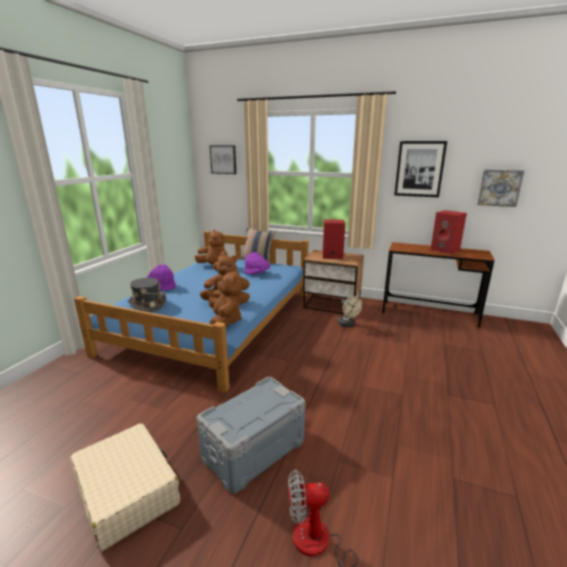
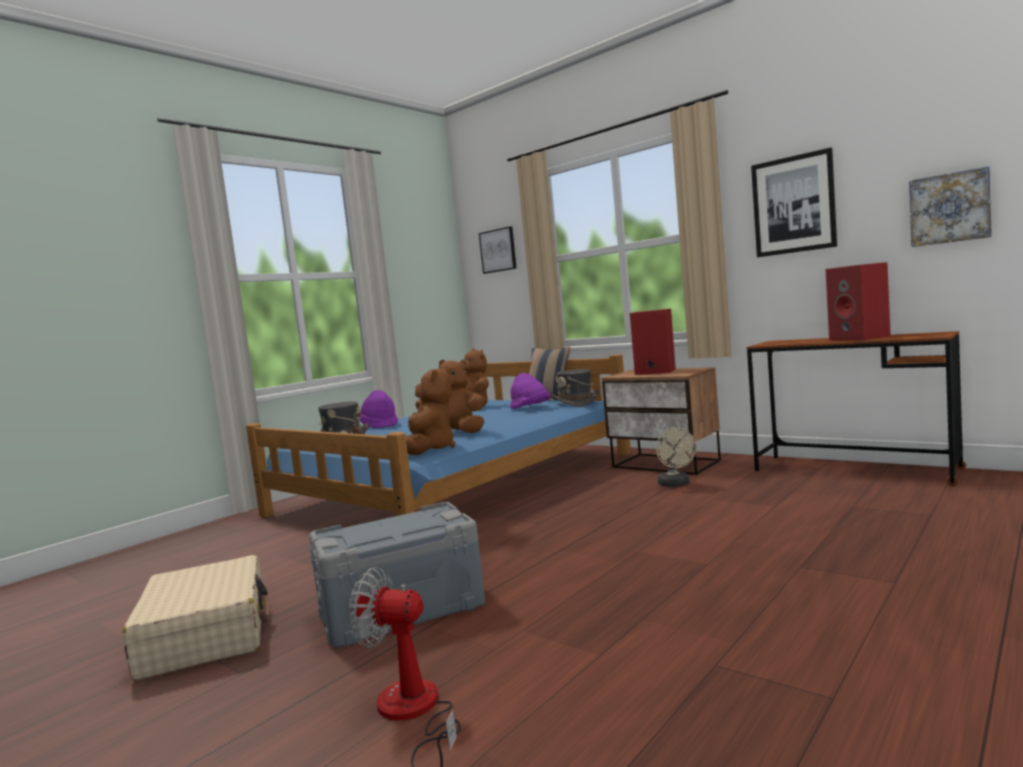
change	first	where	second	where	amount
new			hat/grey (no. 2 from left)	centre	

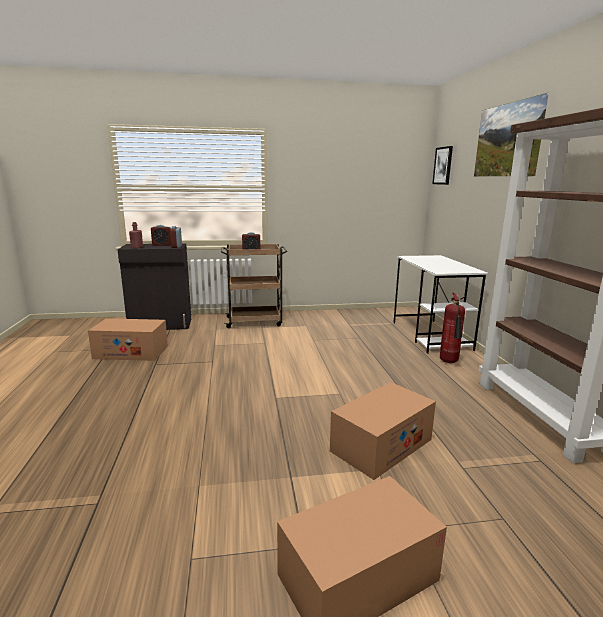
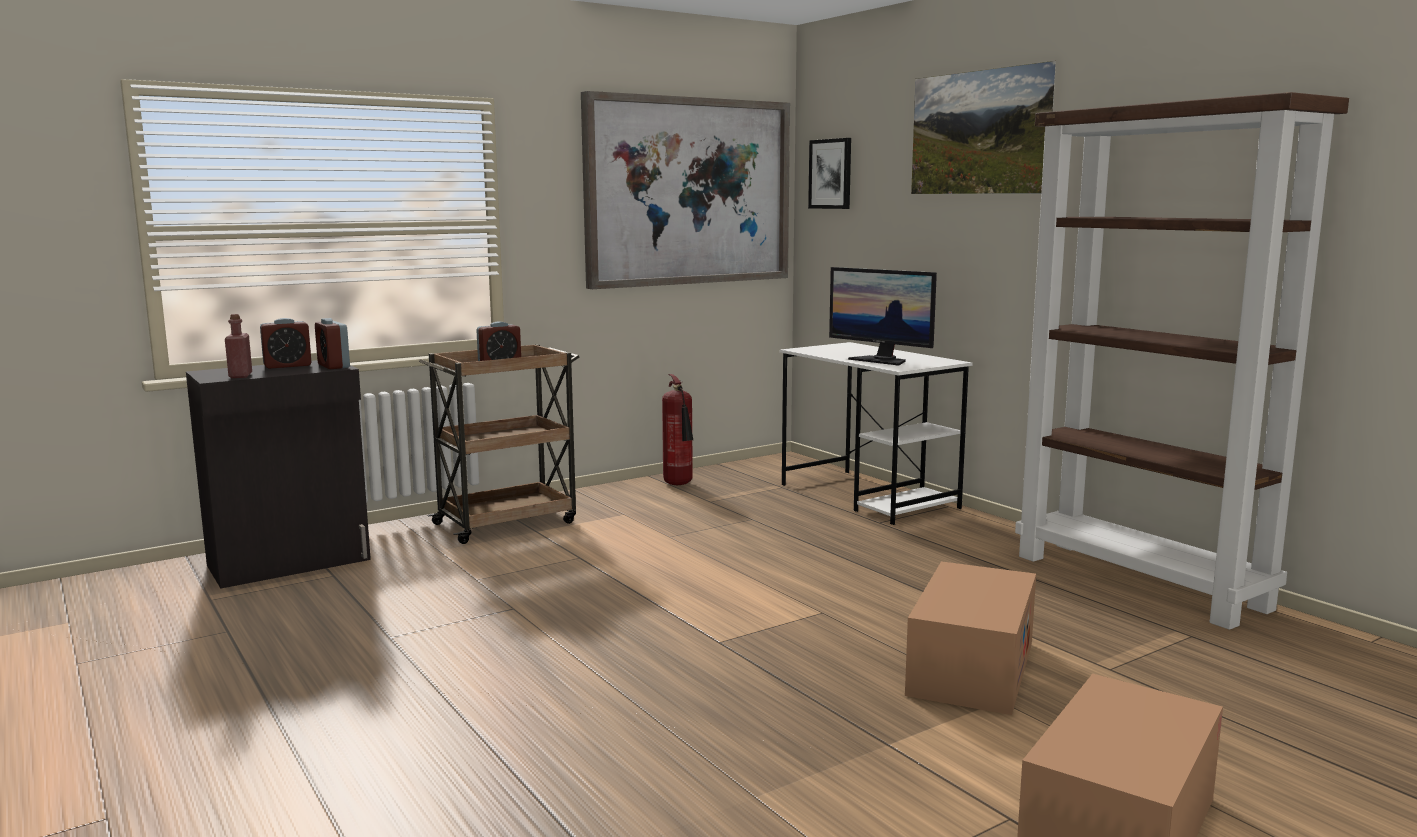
change	first	where	second	where	amount
shifted	fire extinguisher	middle right		centre	
gone	cardboard box (no. 1 from left)	middle left			
new			picture (no. 1 from left)	top centre	
new			monitor	centre	

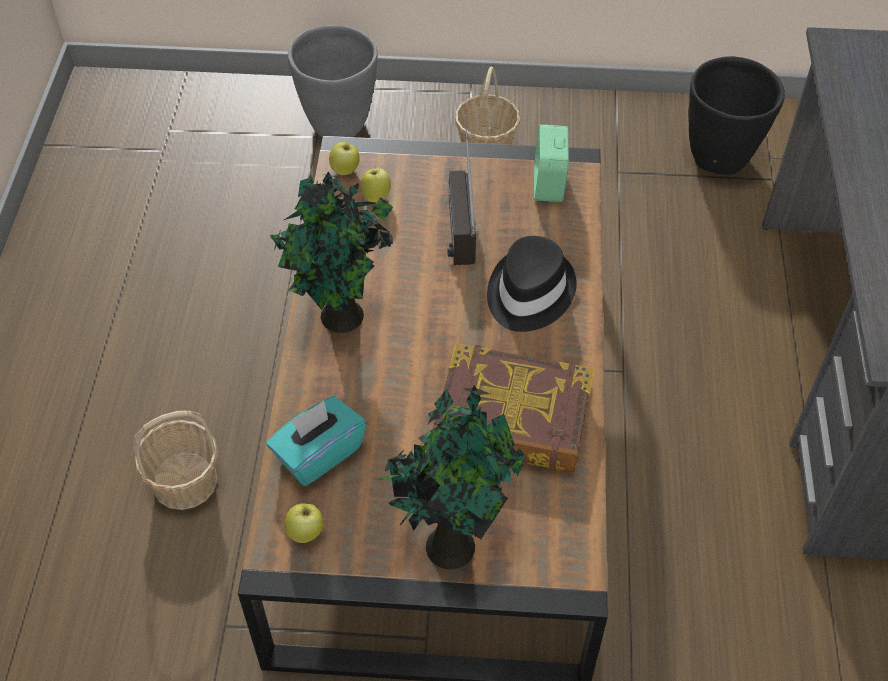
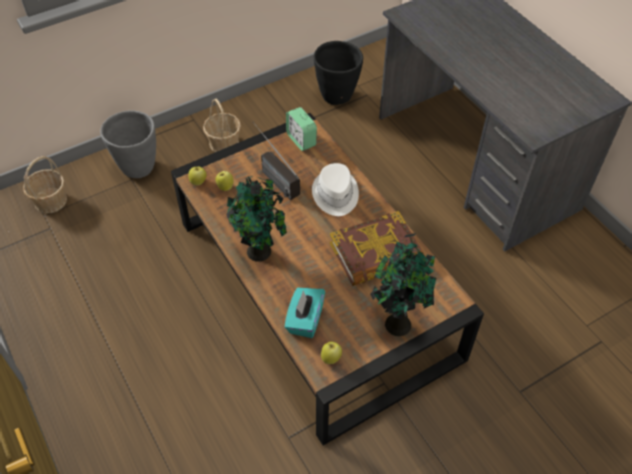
change	first	where	second	where	amount
repainted	hat/black	centre	hat/white	centre	
shifted	basket (no. 1 from left)	bottom left		middle left	

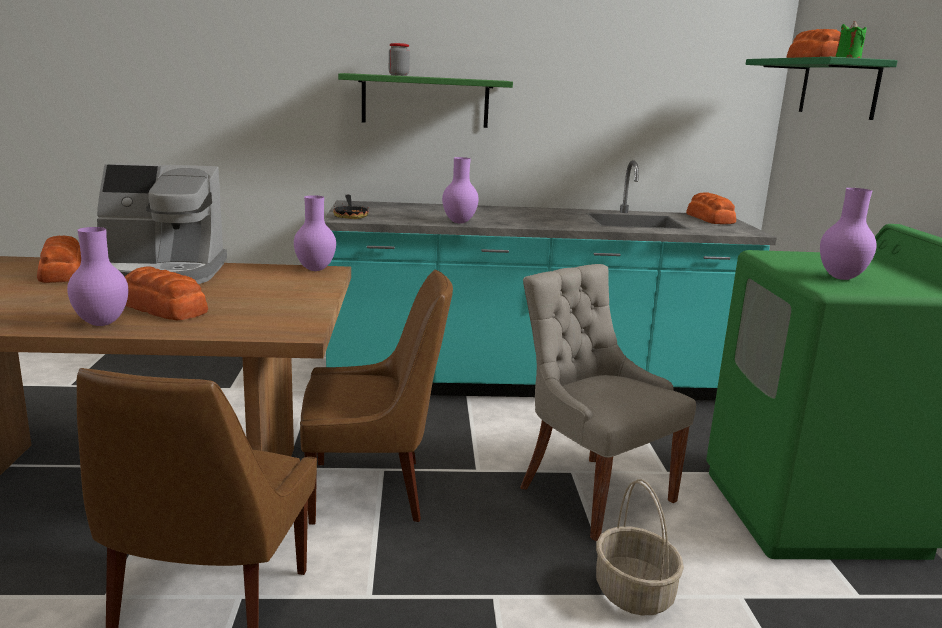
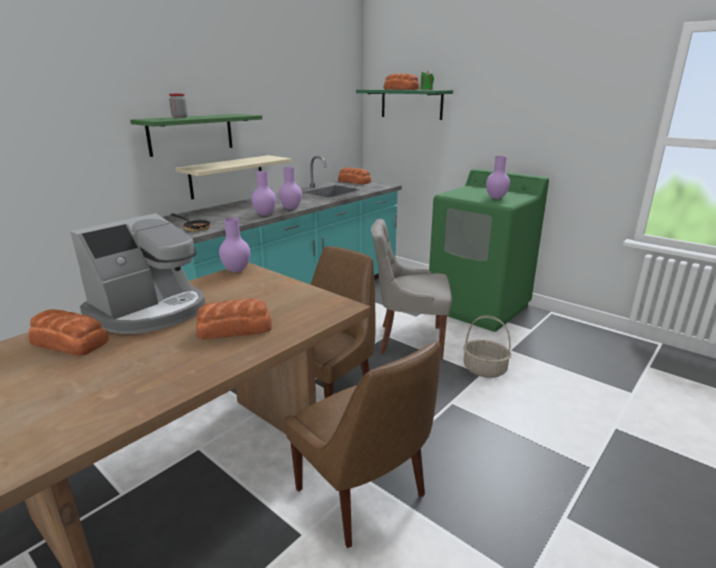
change	first	where	second	where	amount
shifted	vase/purple (no. 1 from left in the first image)	middle left	vase/purple (no. 3 from left)	top centre	
new			shelf/beige	top left	

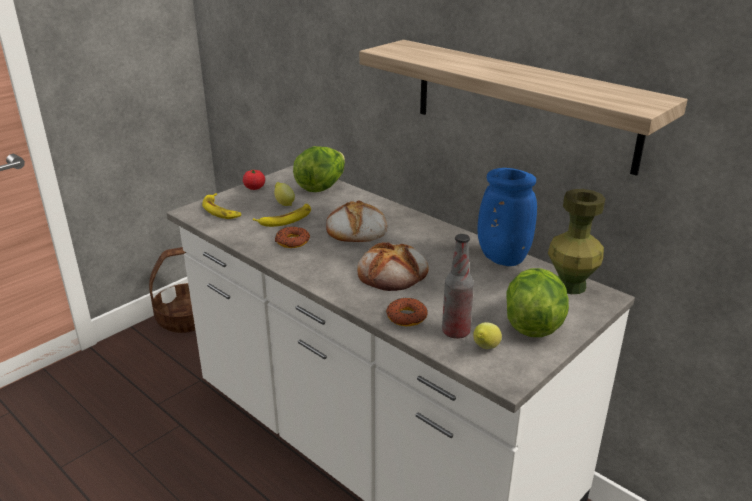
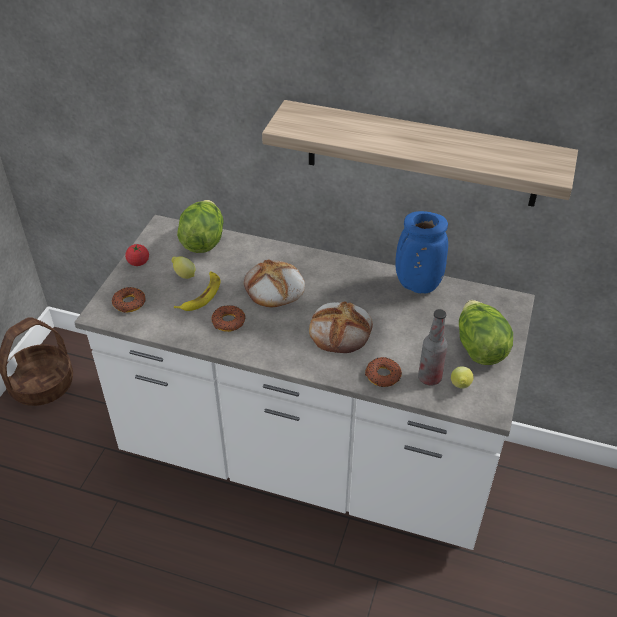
change	first	where	second	where	amount
gone	vase/green	middle right			
swapped	banana (no. 1 from left)	middle left	donut (no. 1 from left)	middle left	

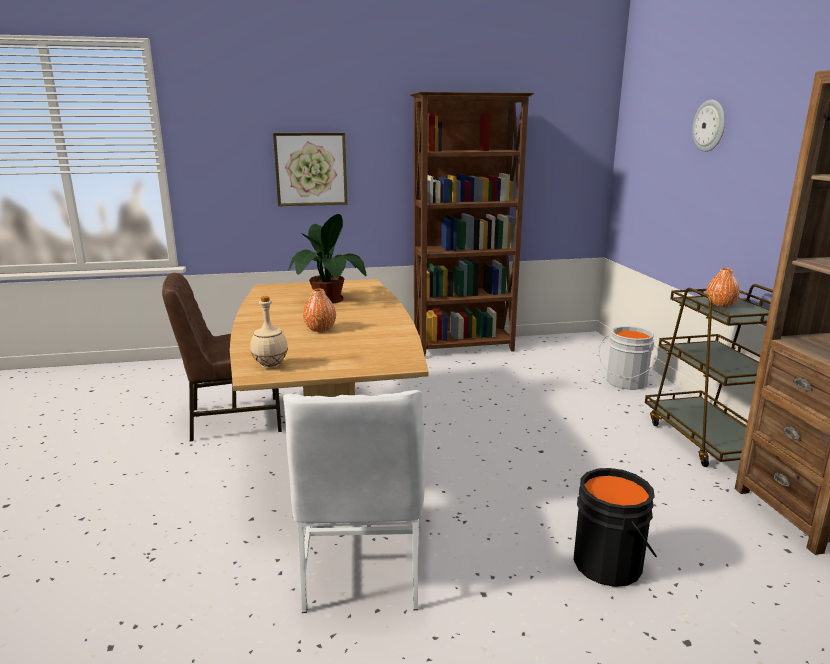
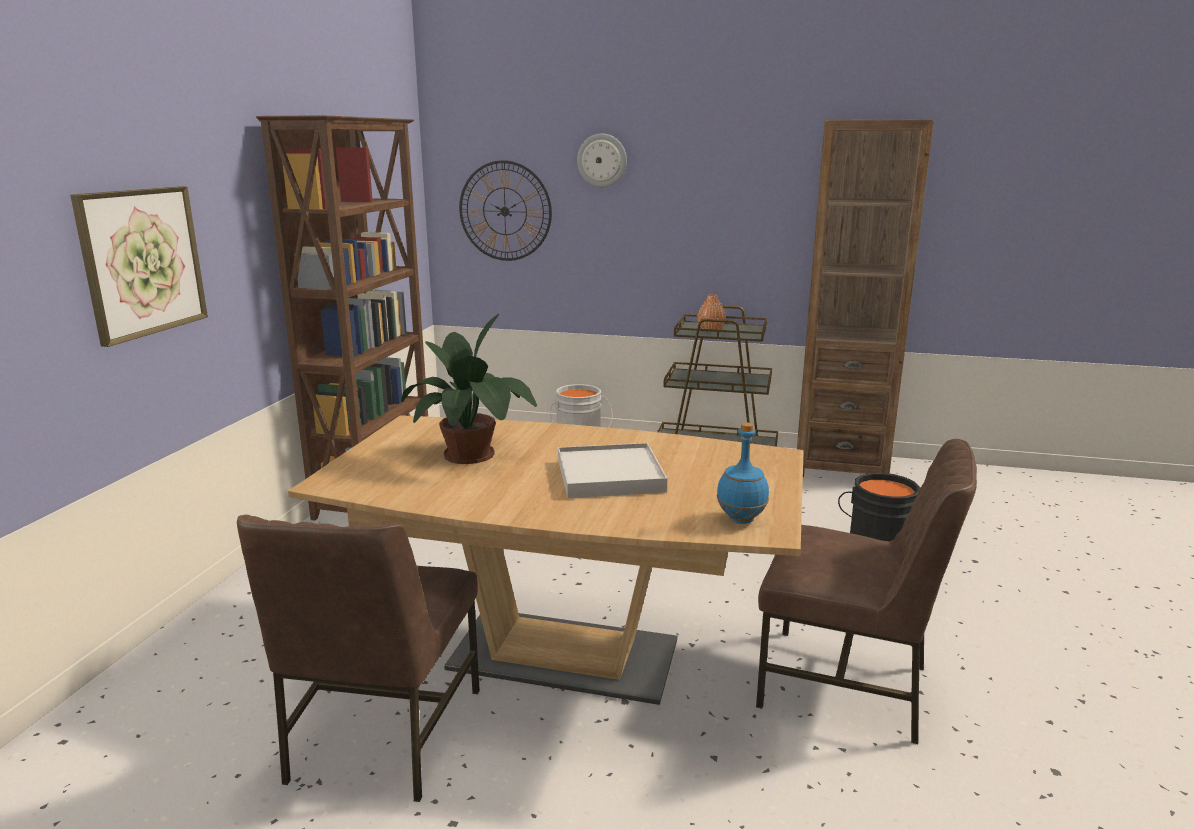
change	first	where	second	where	amount
swapped	vase/orange (no. 1 from left)	centre	tray/white	centre	
repainted	bottle/beige	middle left	bottle/blue	centre	
repainted	chair/white	bottom centre	chair/brown (no. 2 from left)	bottom right	
new			wall clock (no. 1 from left)	top centre	

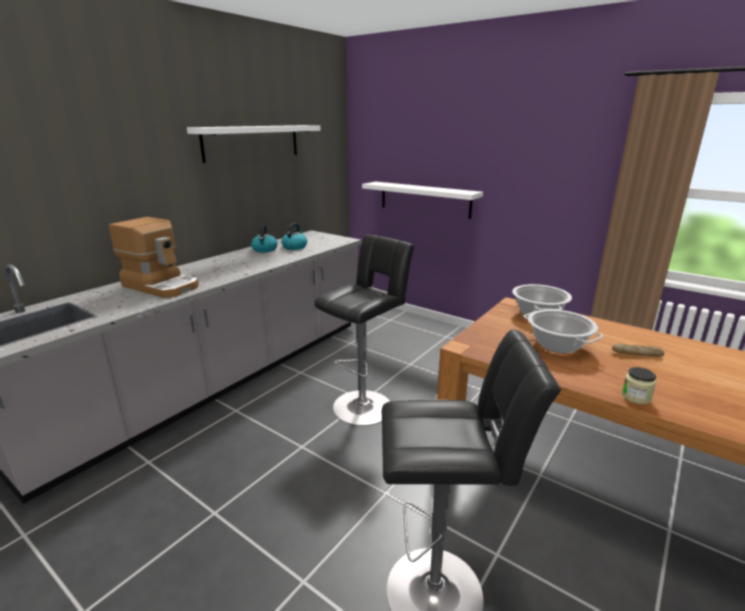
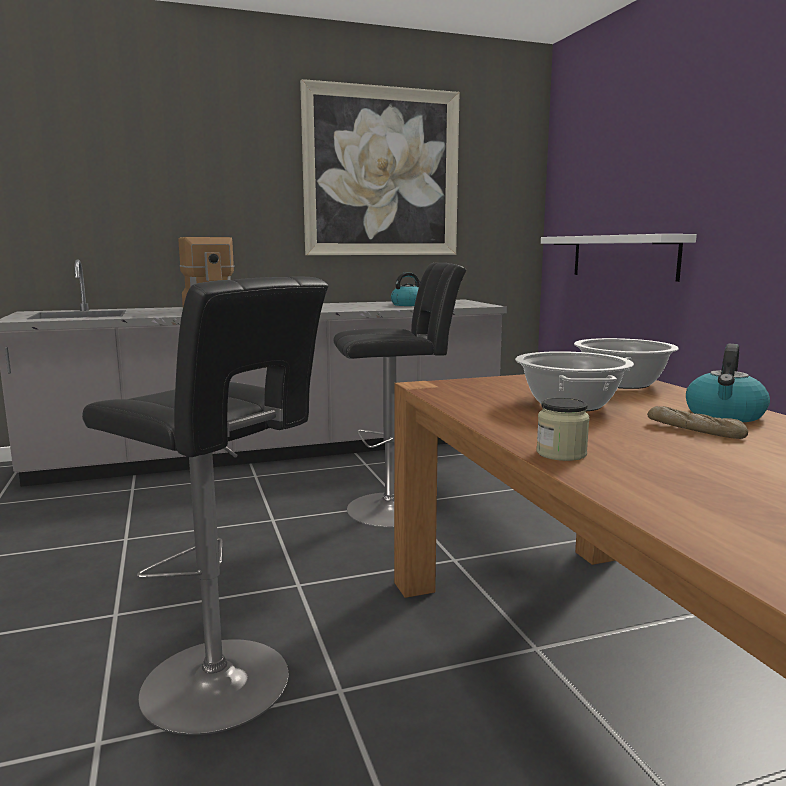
change	first	where	second	where	amount
swapped	shelf/white (no. 1 from left)	top centre	picture	top centre	
shifted	kettle (no. 1 from left in the first image)	centre	kettle (no. 2 from left)	middle right	

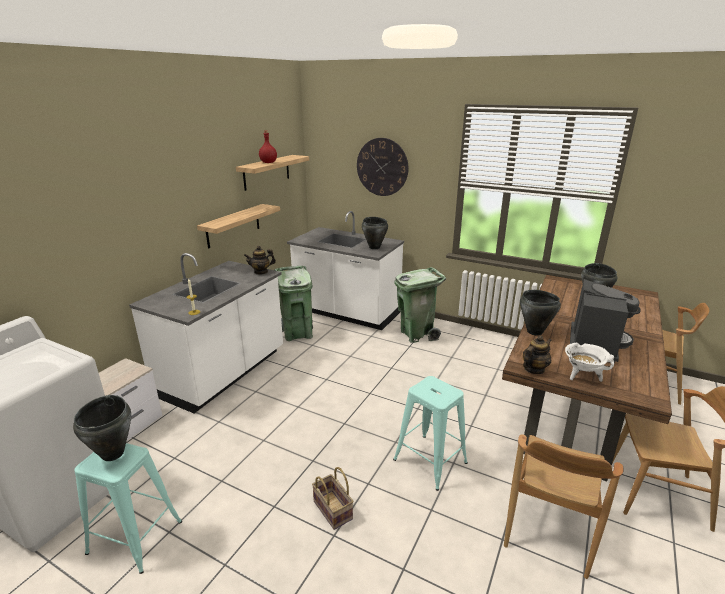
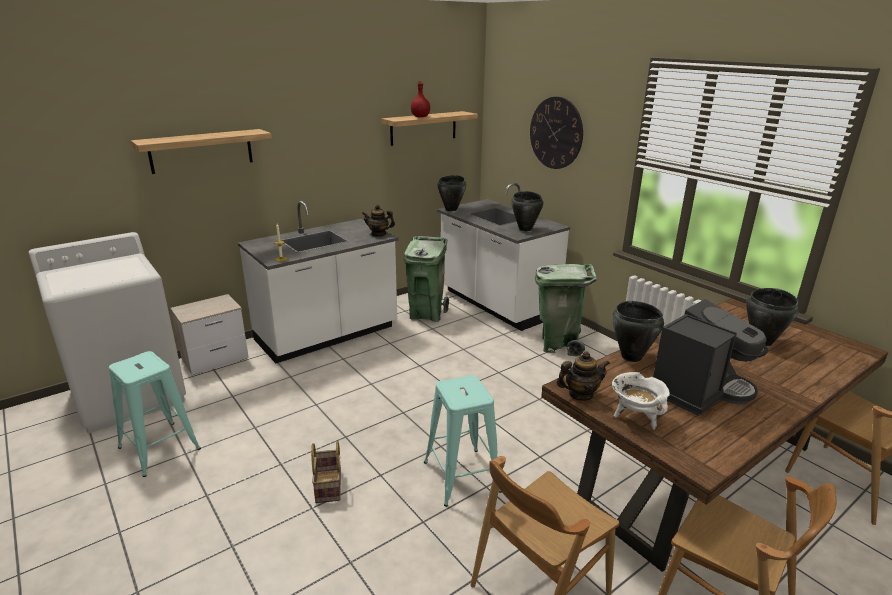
change	first	where	second	where	amount
shifted	shelf (no. 1 from left)	middle left		top left	
shifted	cooking pot/black (no. 1 from left)	bottom left		top centre	

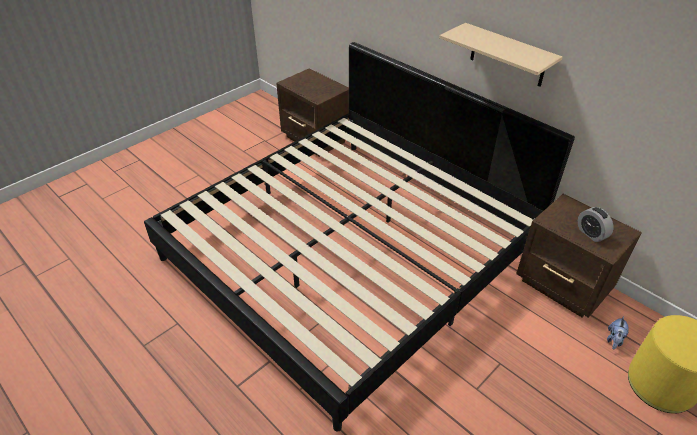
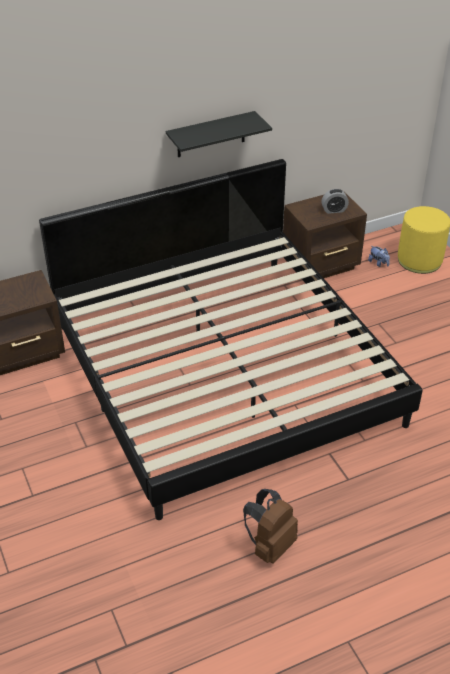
change	first	where	second	where	amount
repainted	shelf/beige	top right	shelf/black	top centre	
new			backpack/brown	bottom centre	

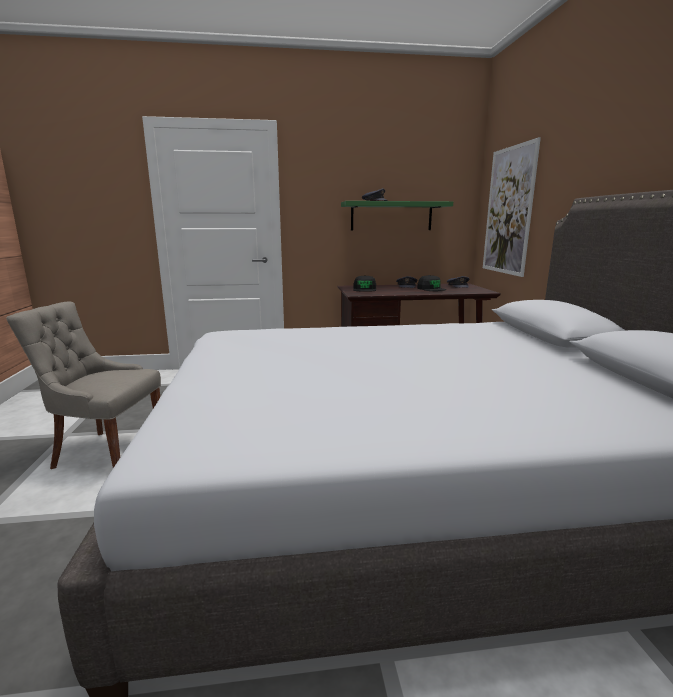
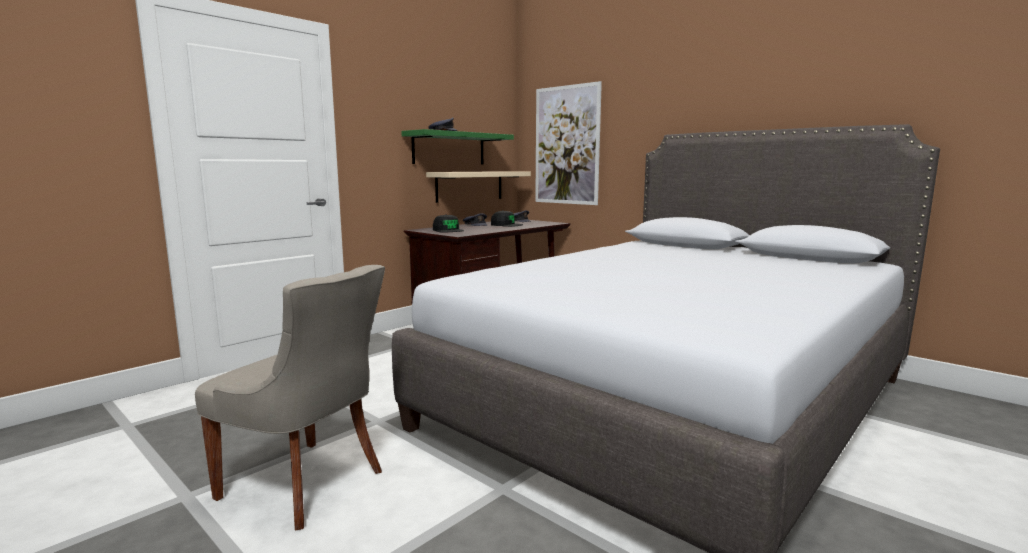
change	first	where	second	where	amount
rotated	chair/grey	middle left		bottom left	120 degrees counterclockwise
new			shelf/beige	centre	

